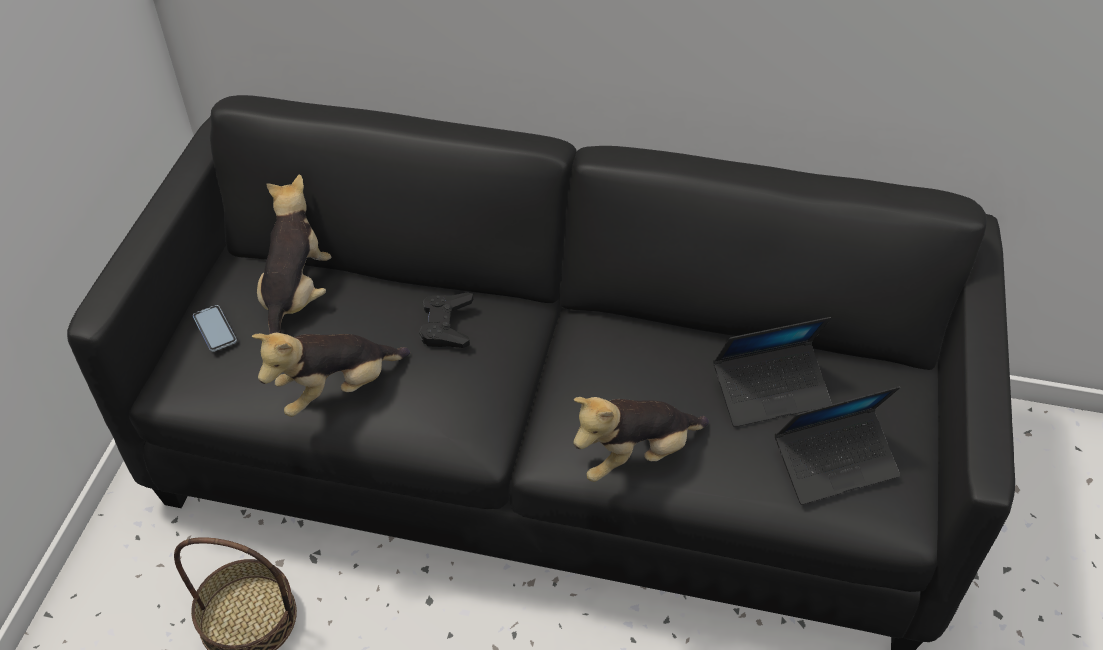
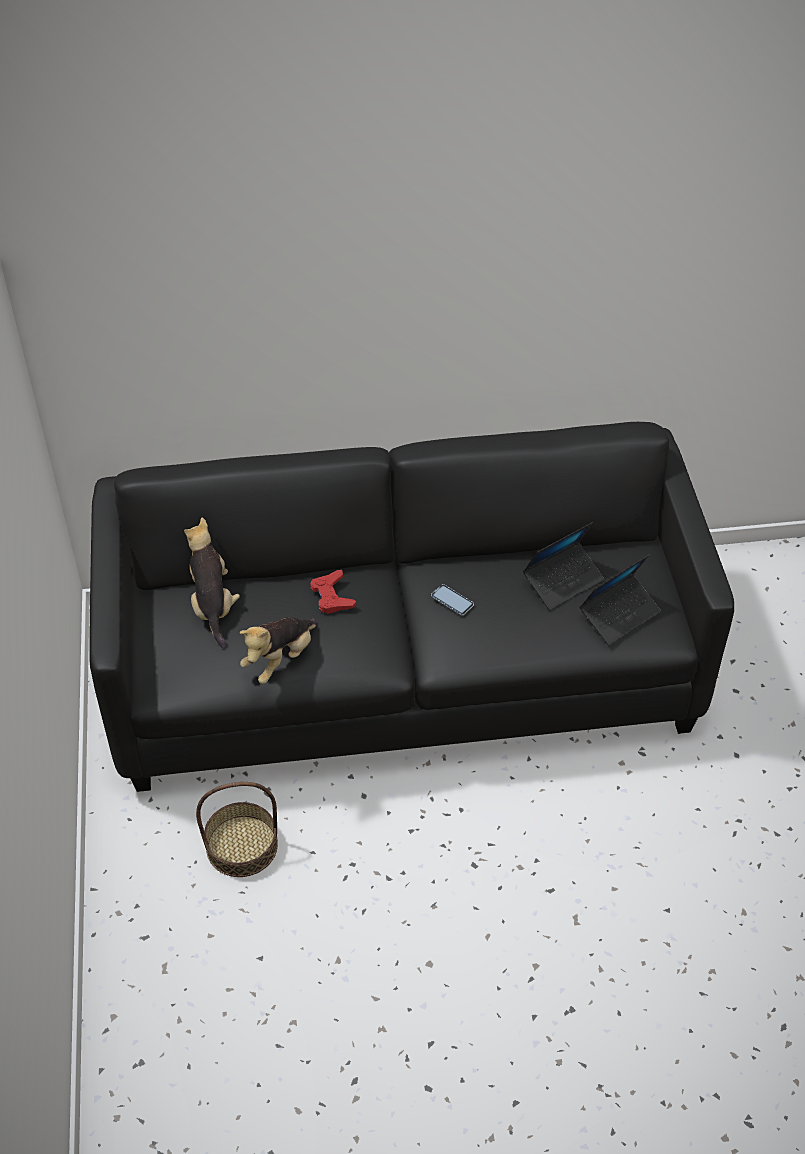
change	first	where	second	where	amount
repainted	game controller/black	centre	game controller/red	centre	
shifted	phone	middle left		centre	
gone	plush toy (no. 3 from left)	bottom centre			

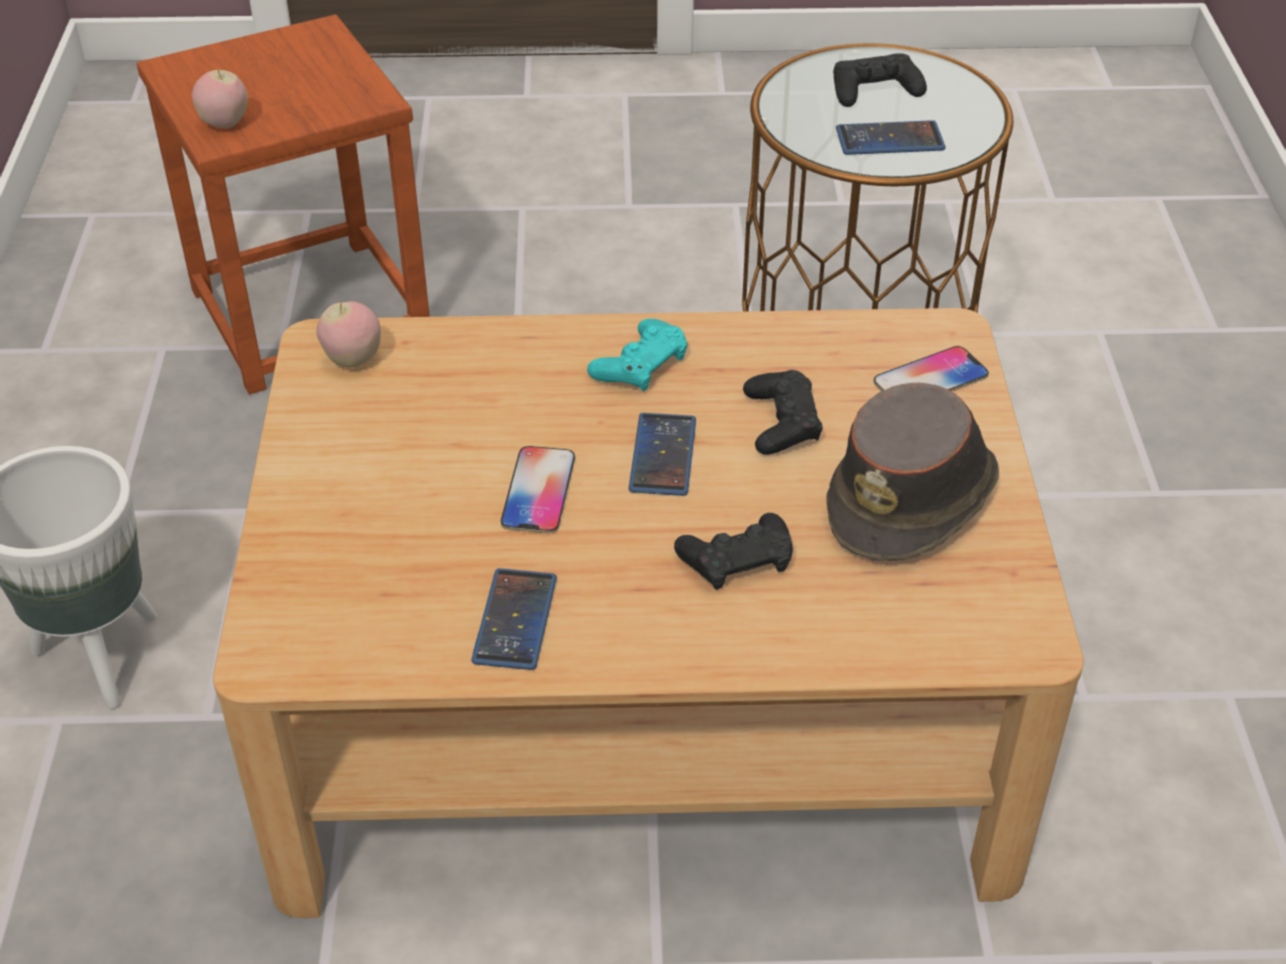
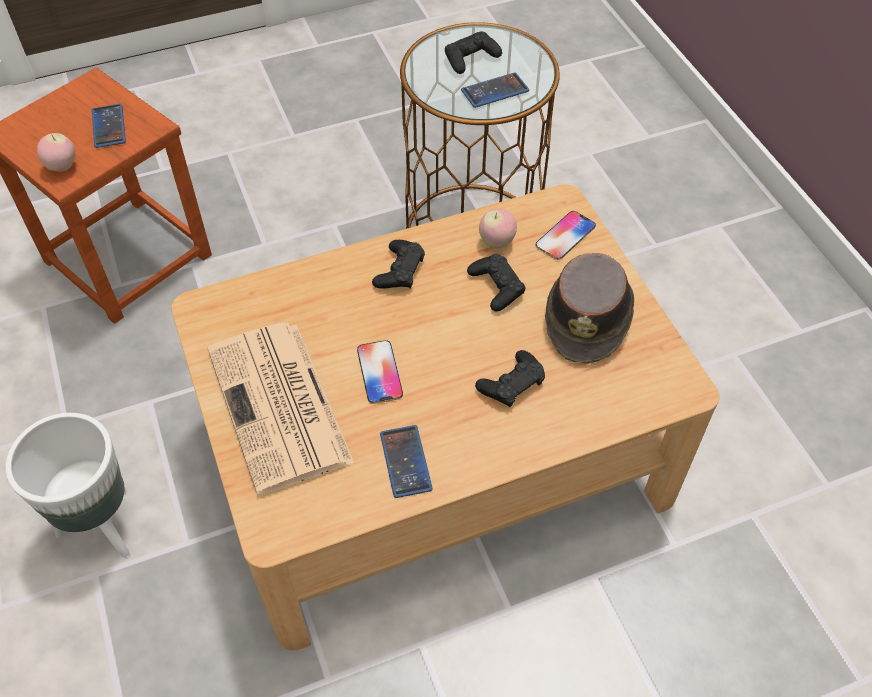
change	first	where	second	where	amount
shifted	apple (no. 2 from left)	middle left		top centre	
repainted	game controller/turquoise	centre	game controller/black (no. 1 from left)	centre	
shifted	phone (no. 3 from left in the first image)	centre	phone (no. 1 from left)	top left	
new			newspaper	middle left	

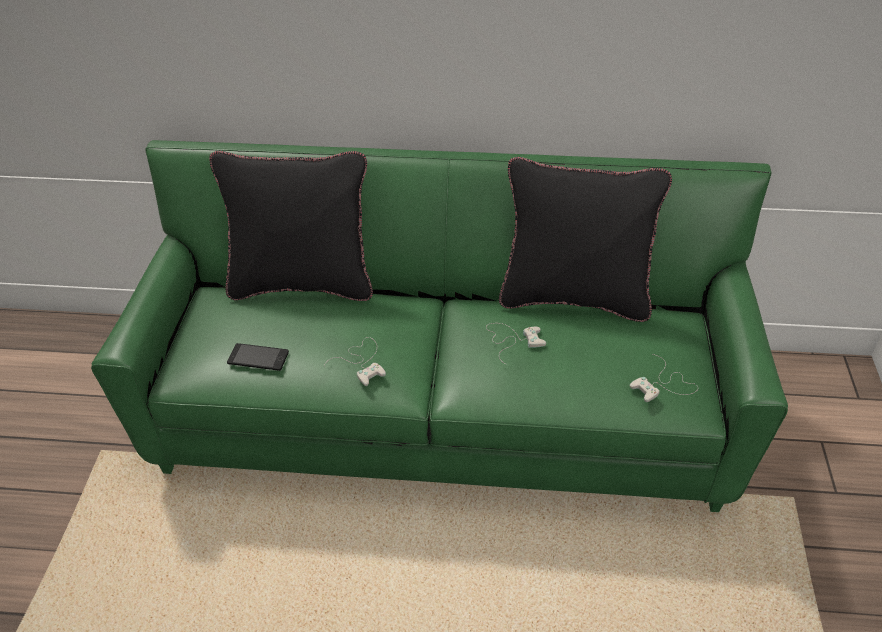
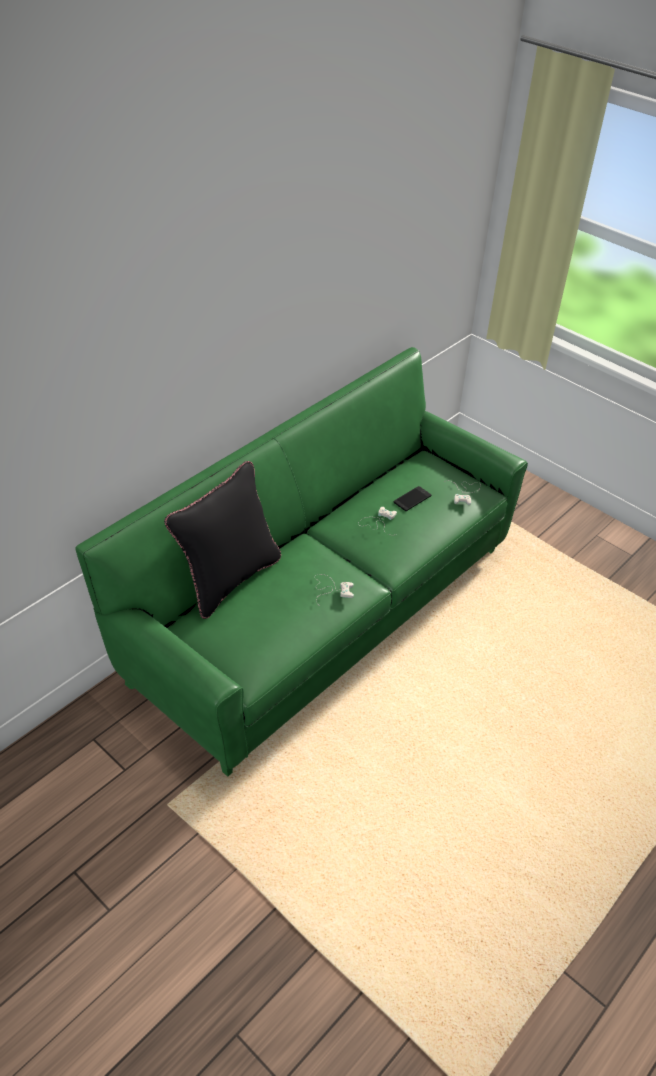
change	first	where	second	where	amount
gone	pillow/black (no. 2 from left)	centre			
shifted	phone	middle left		centre	

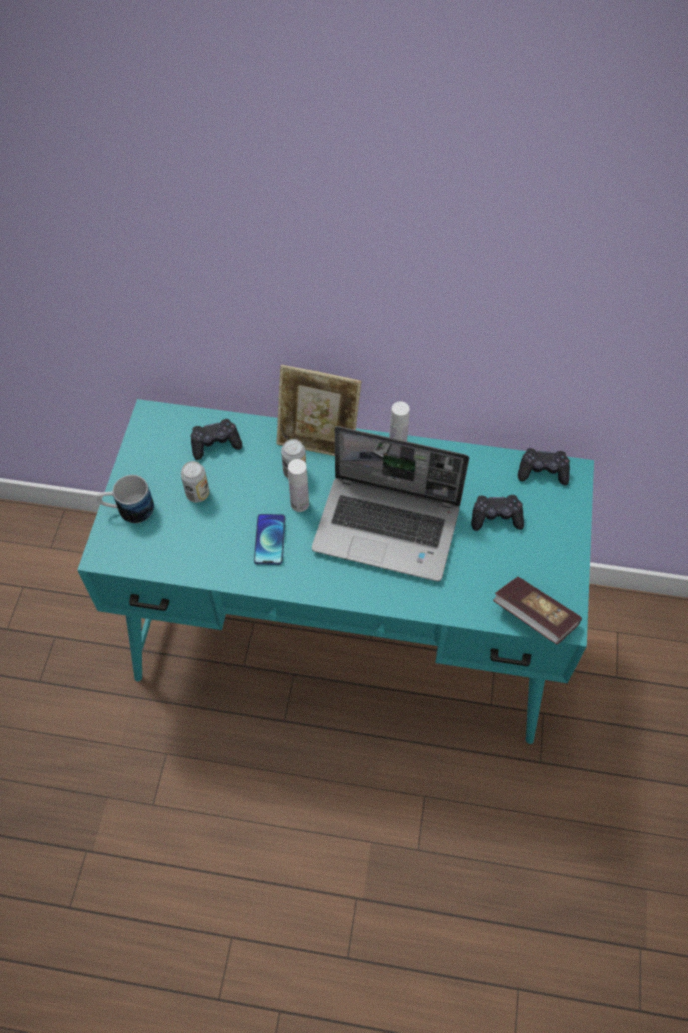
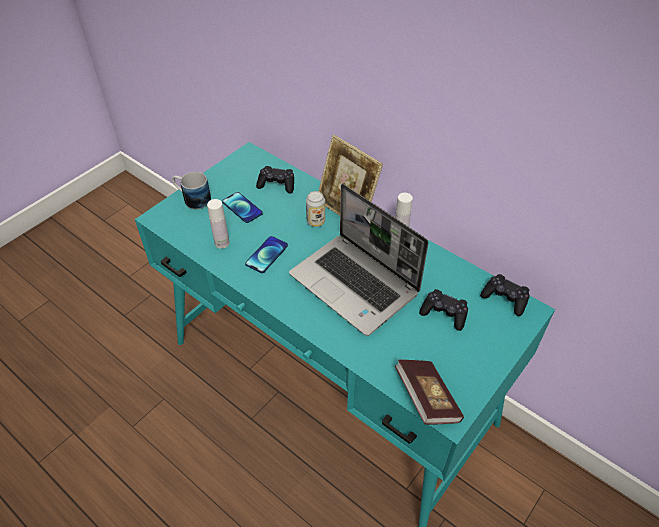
change	first	where	second	where	amount
shifted	bottle/white (no. 1 from left)	centre		middle left	
swapped	can (no. 1 from left)	middle left	phone (no. 1 from left)	centre	

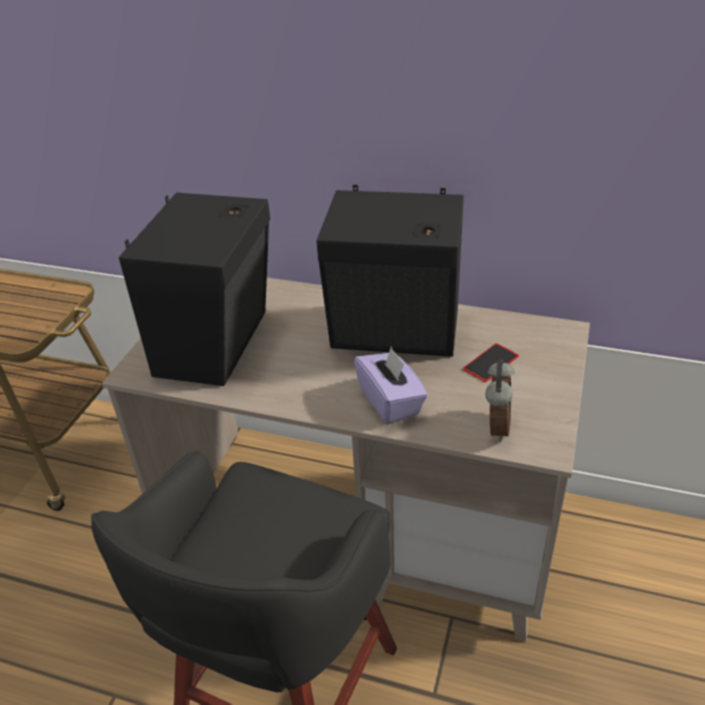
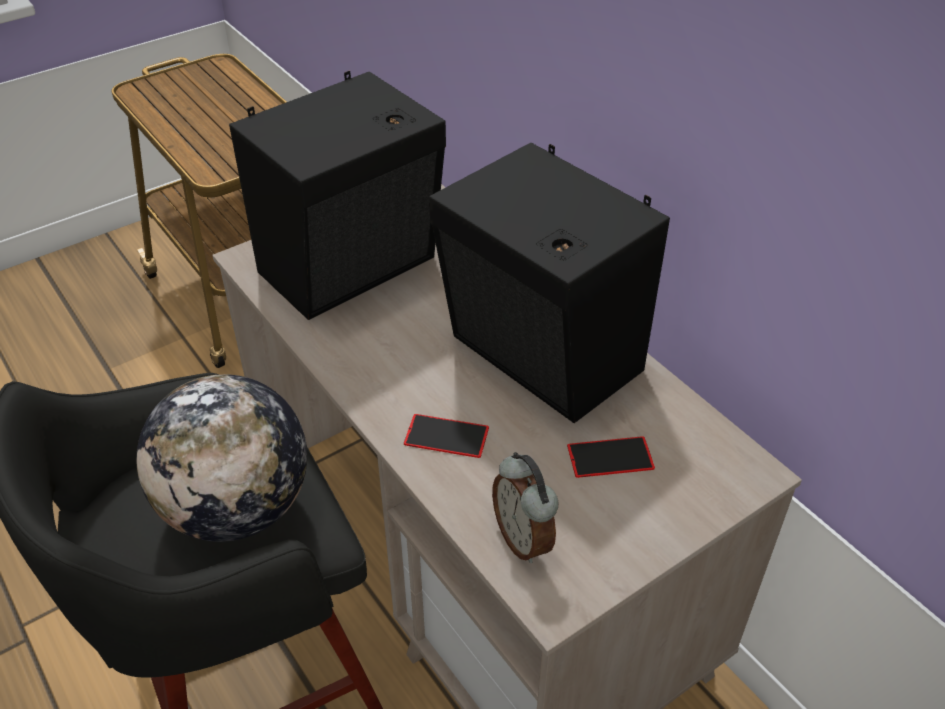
change	first	where	second	where	amount
swapped	tissue box/purple	centre	phone (no. 1 from left)	centre	
rotated	alarm clock	middle right		bottom centre	105 degrees clockwise
new			globe	middle left	

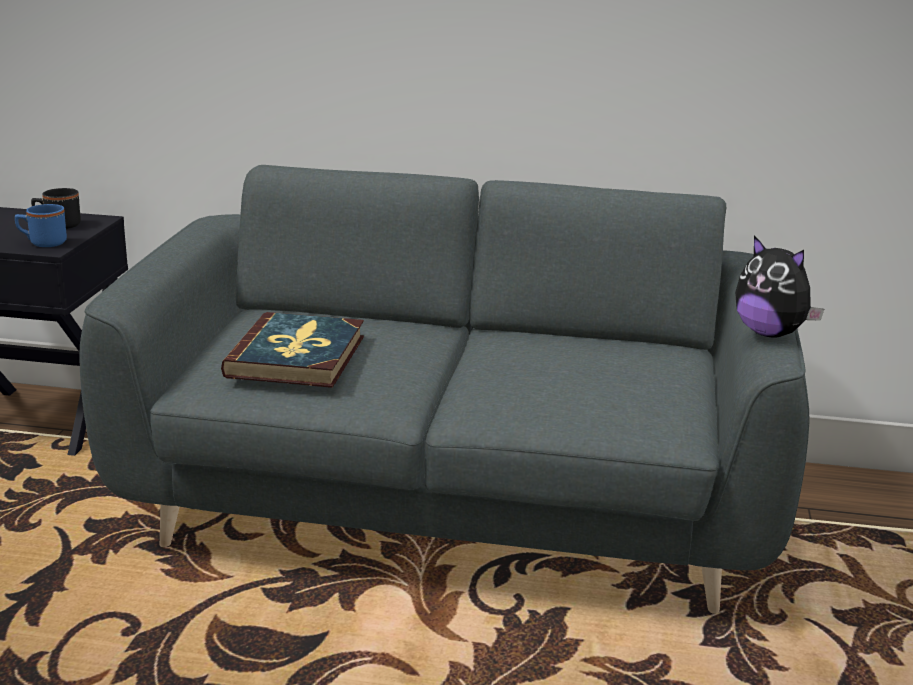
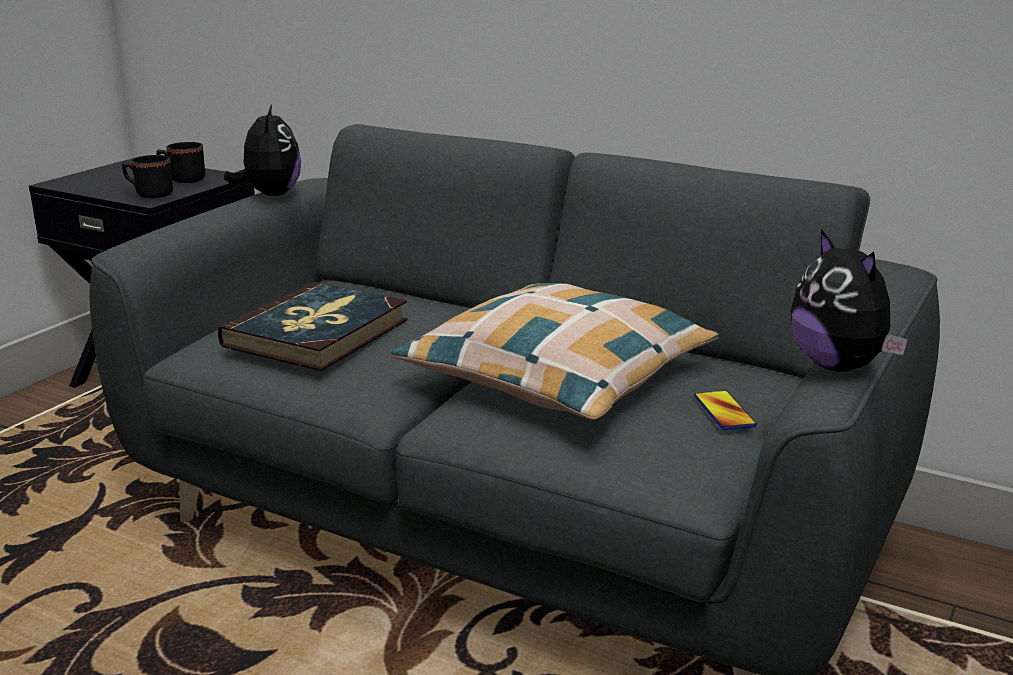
change	first	where	second	where	amount
repainted	mug/blue	top left	mug/black (no. 1 from left)	top left	
new			plush toy (no. 1 from left)	top left	
new			pillow	centre	
new			phone	middle right	

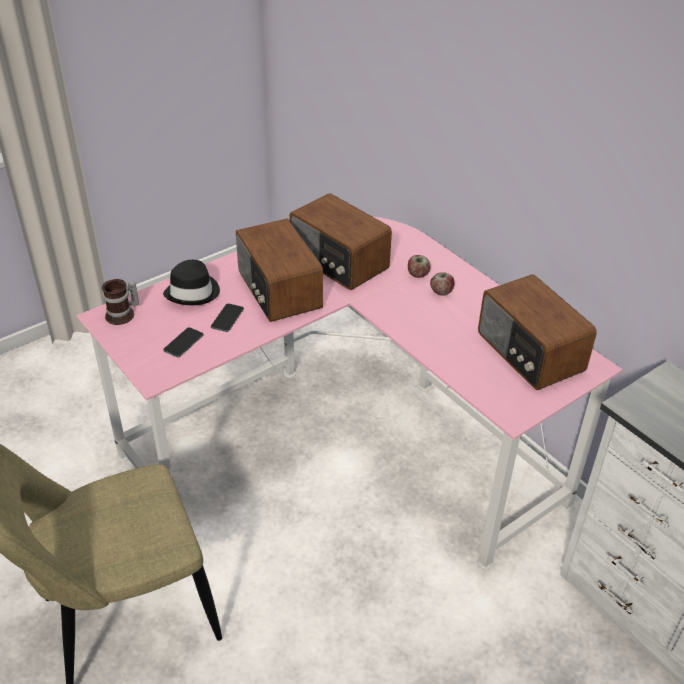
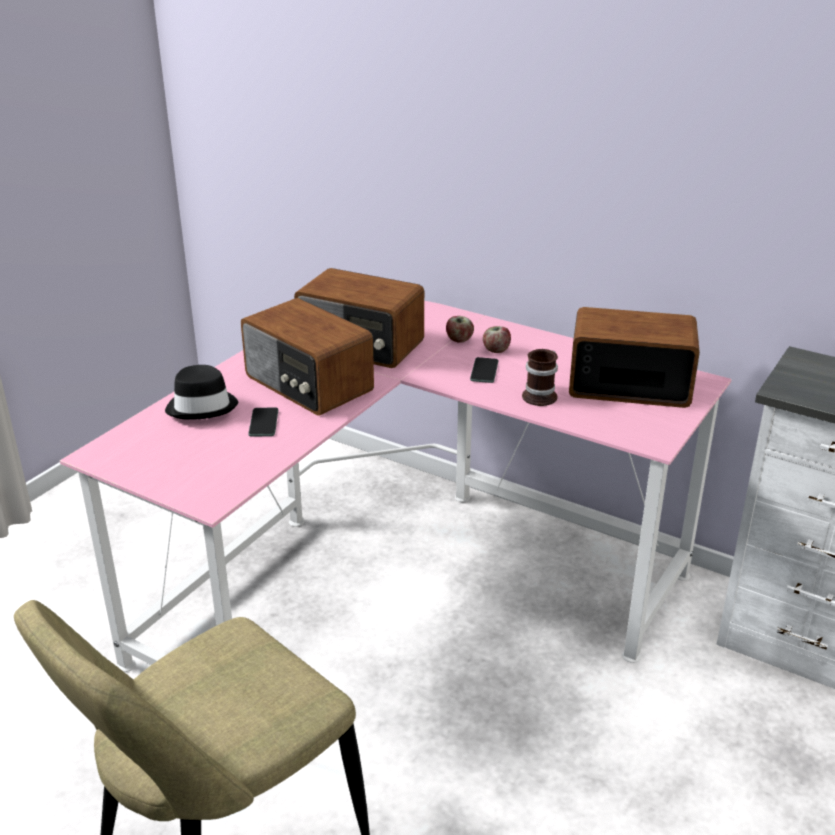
change	first	where	second	where	amount
rotated	radio (no. 3 from left)	middle right		middle right	150 degrees clockwise
shifted	mug	middle left		centre	
shifted	phone (no. 1 from left in the first image)	middle left	phone (no. 2 from left)	centre	

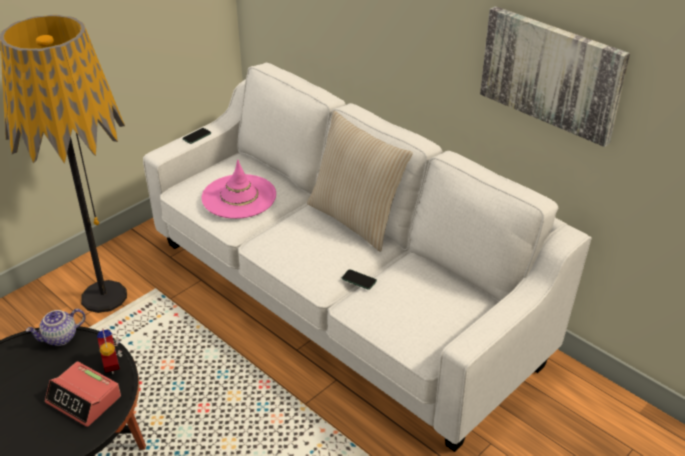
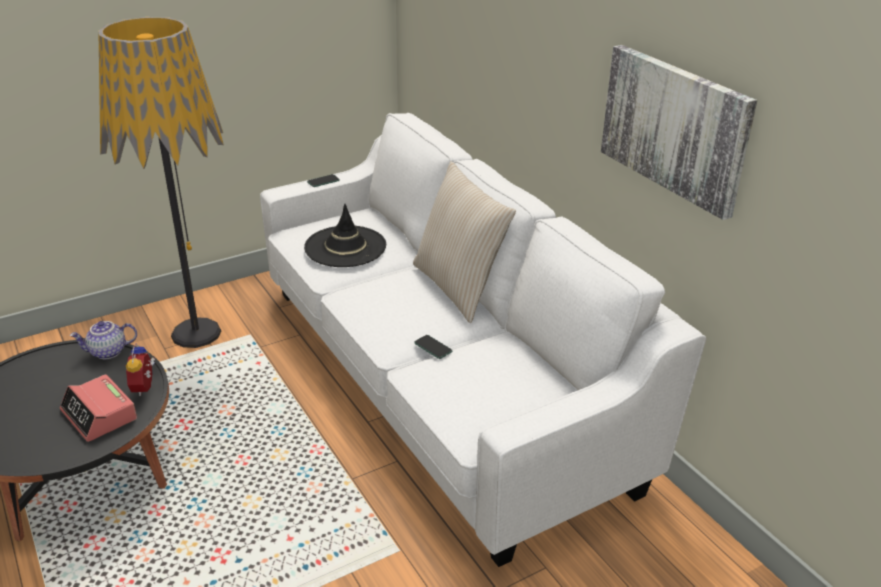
change	first	where	second	where	amount
repainted	hat/pink	centre	hat/black	centre	

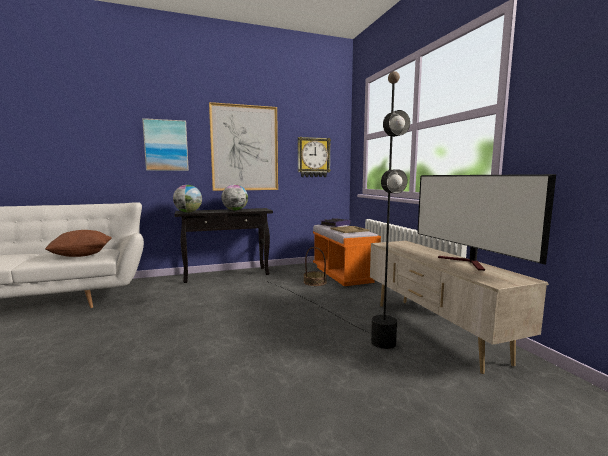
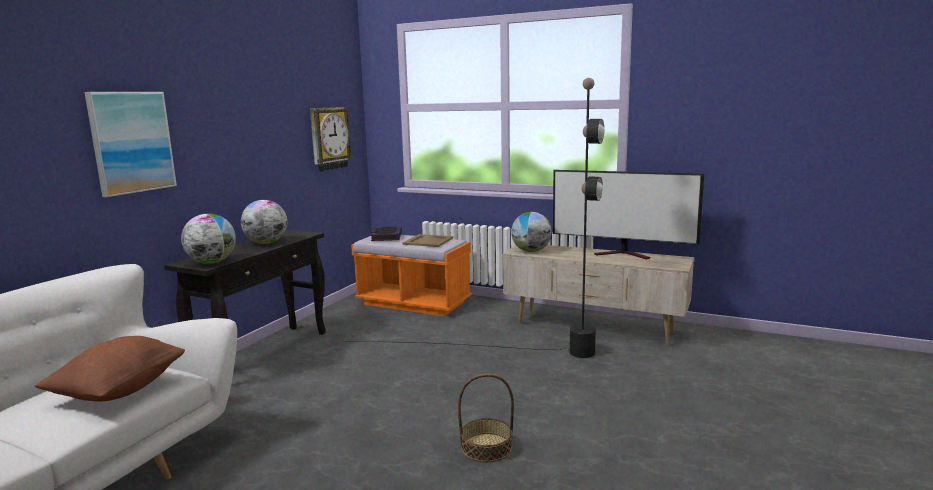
change	first	where	second	where	amount
gone	picture (no. 2 from left)	top centre			
shifted	basket	centre		bottom centre	
new			globe (no. 3 from left)	centre	

